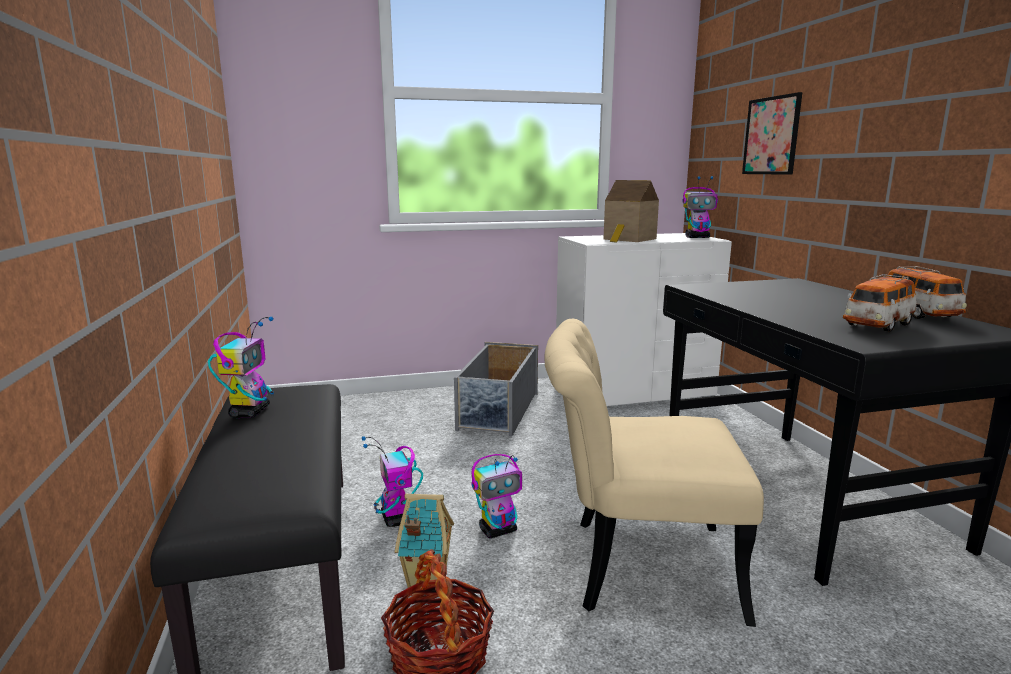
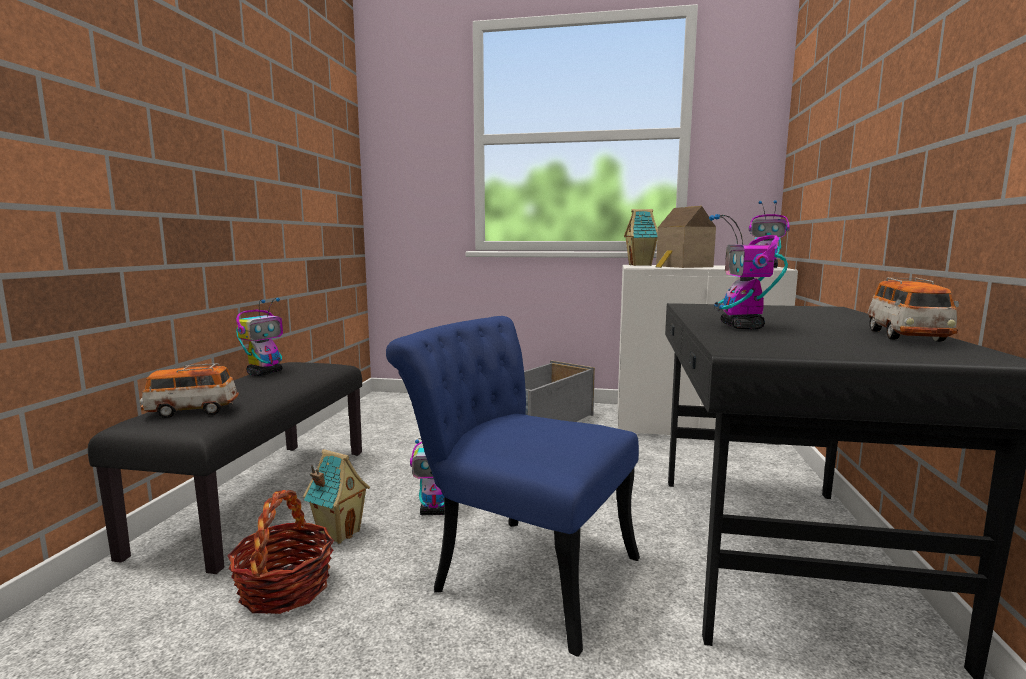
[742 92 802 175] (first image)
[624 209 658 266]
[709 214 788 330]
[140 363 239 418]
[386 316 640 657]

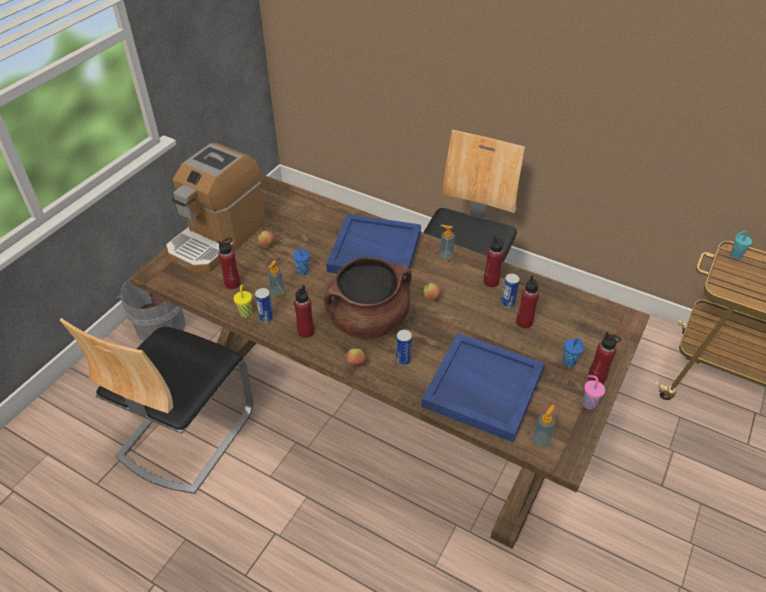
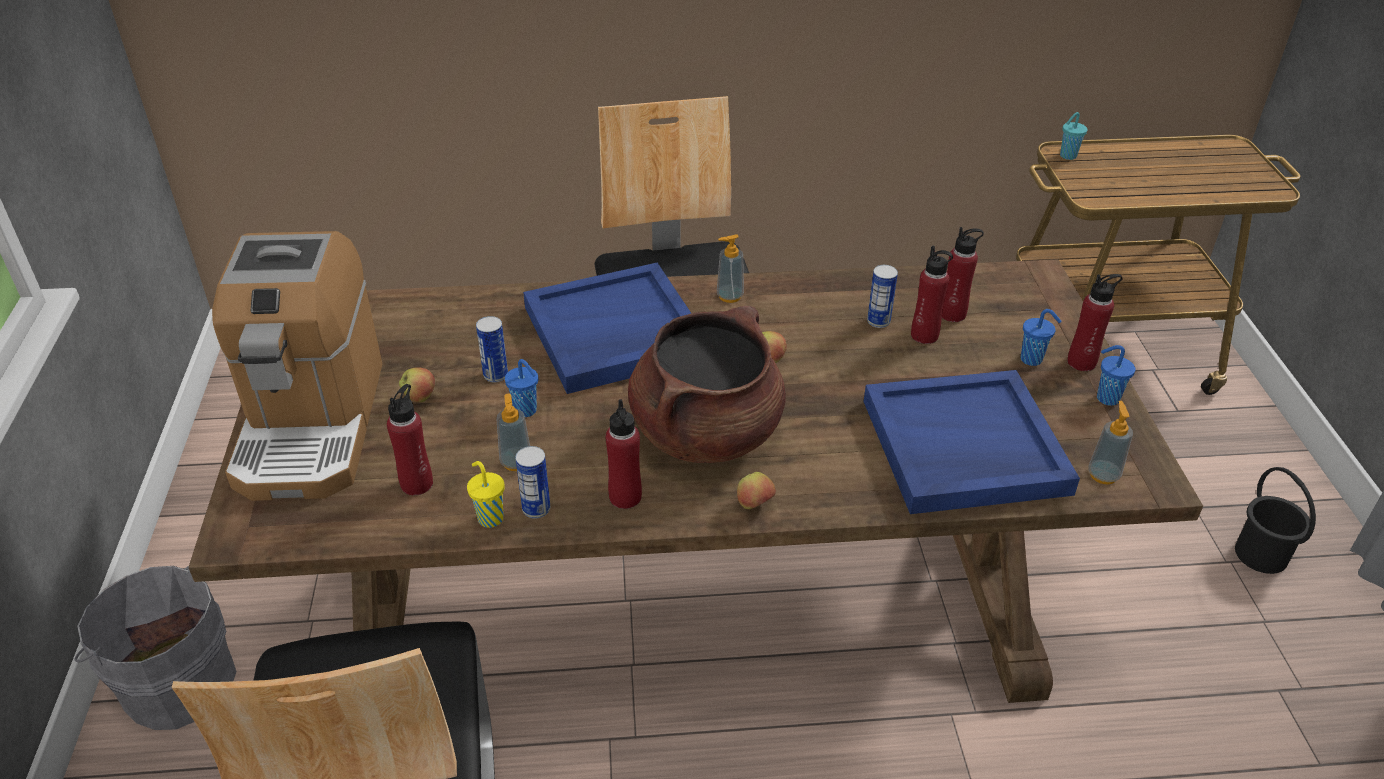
[1235 467 1316 574]
[476 316 508 382]
[942 227 984 322]
[1097 345 1136 406]

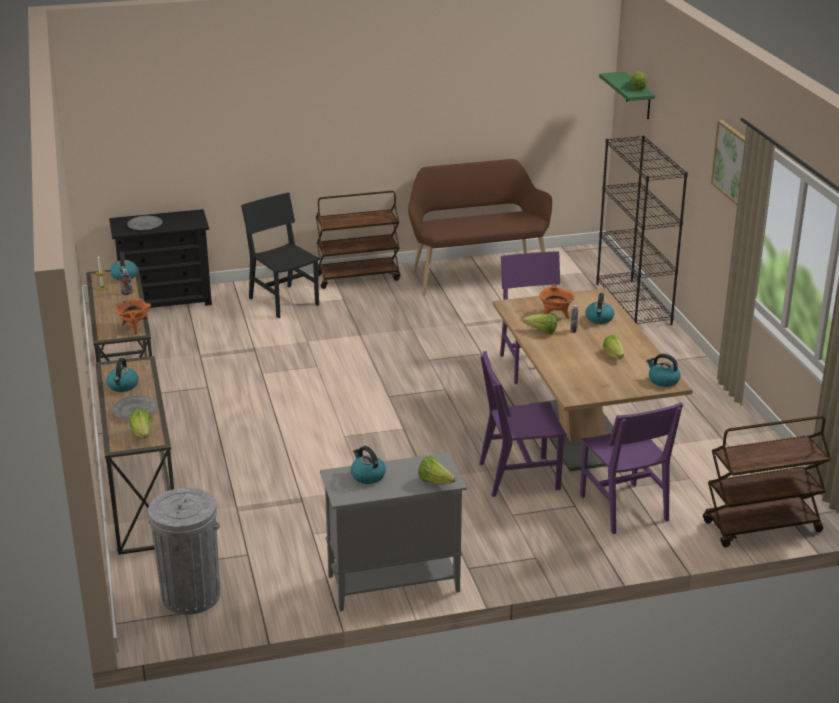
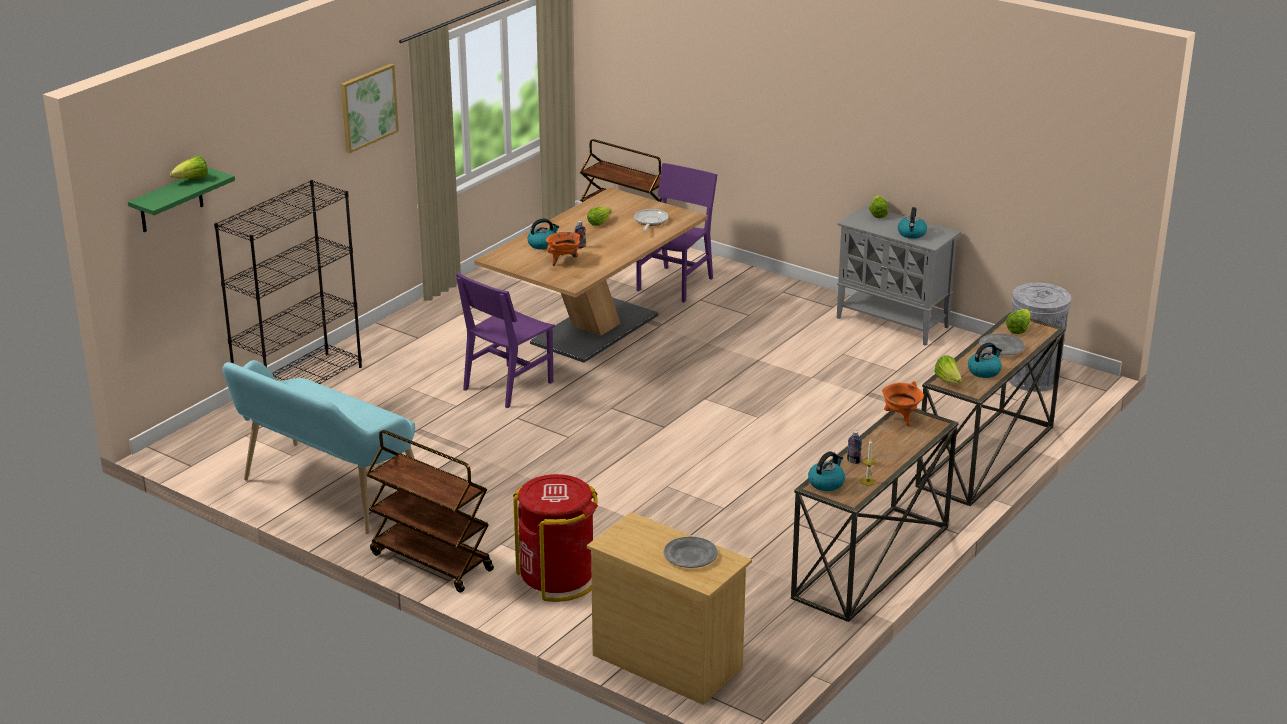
[479 351 567 497] (first image)
[647 354 680 387] (first image)
[634 209 669 231]
[934 355 963 384]
[513 474 598 602]
[587 512 752 705]
[223 360 415 534]

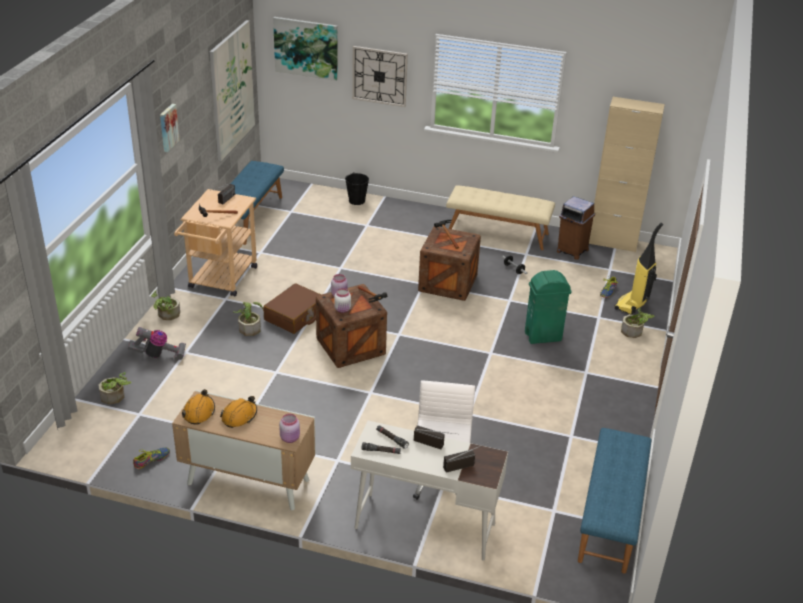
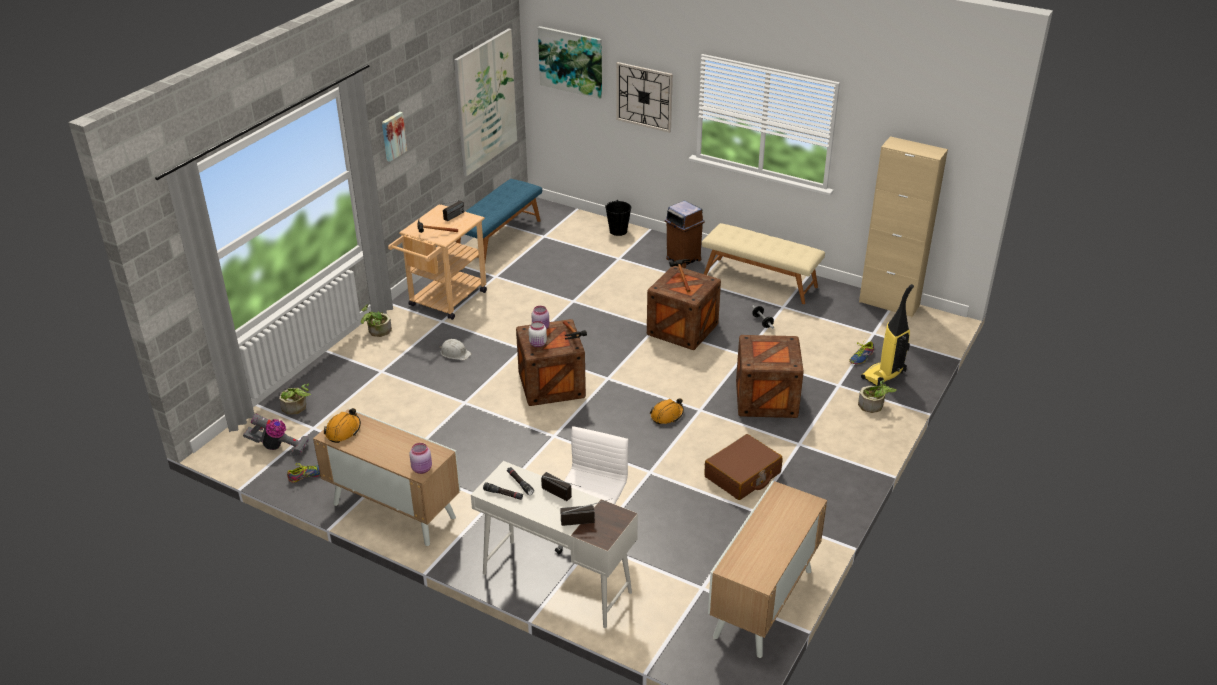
[243 414 309 456]
[650 398 684 424]
[704 434 782 500]
[665 201 705 268]
[439 339 471 360]
[736 335 804 418]
[708 481 827 658]

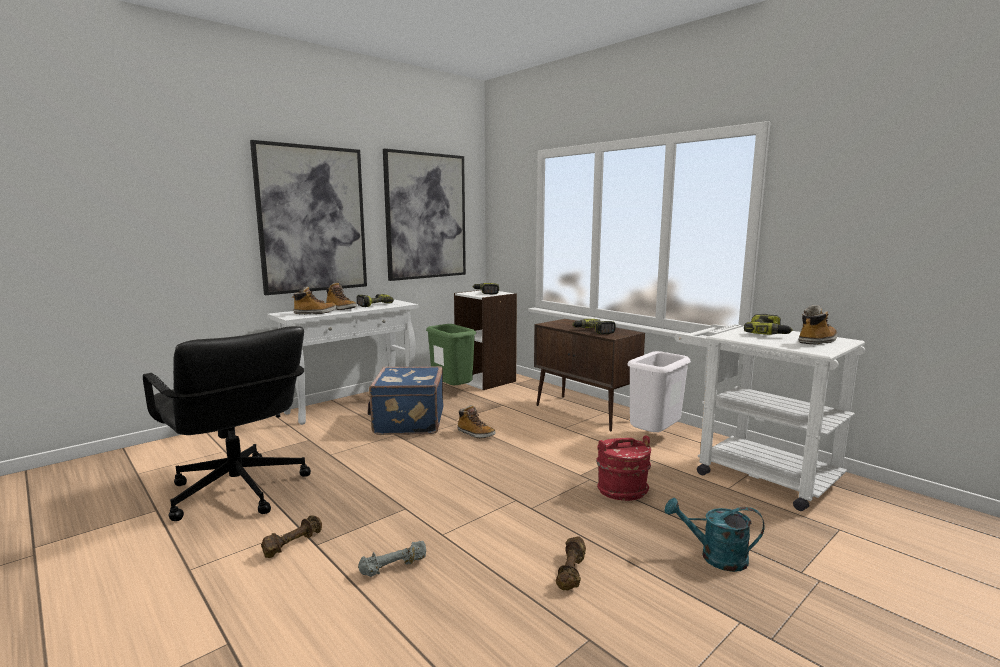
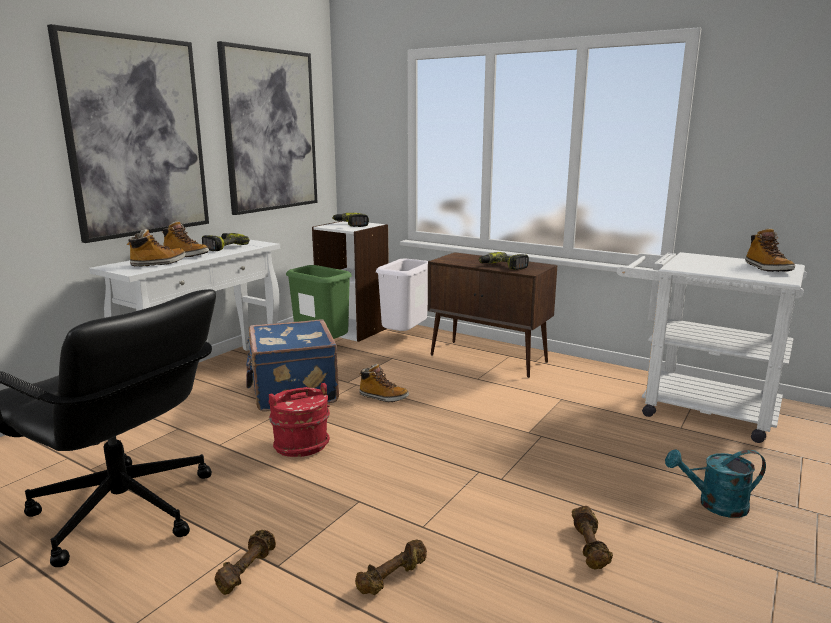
[744 314 793 335] (first image)
[269 383 330 457]
[376 259 428 331]
[355 540 427 595]
[745 228 795 272]

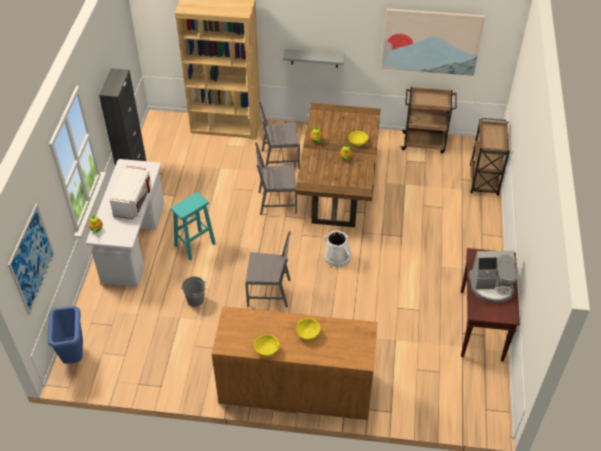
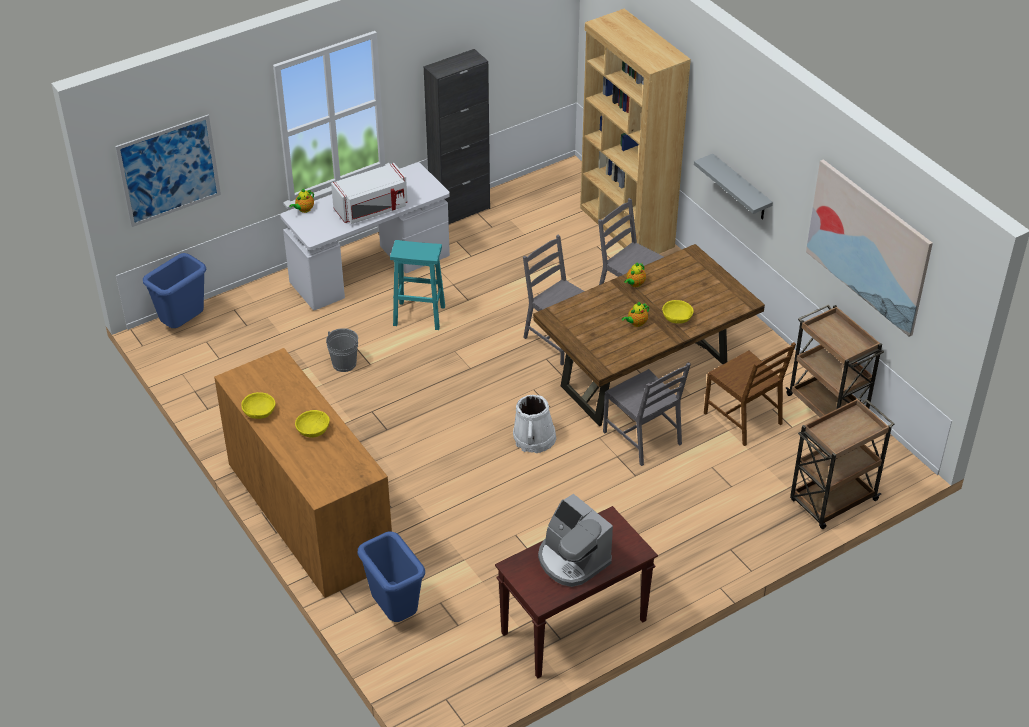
[358 532 425 622]
[704 342 796 446]
[603 362 691 466]

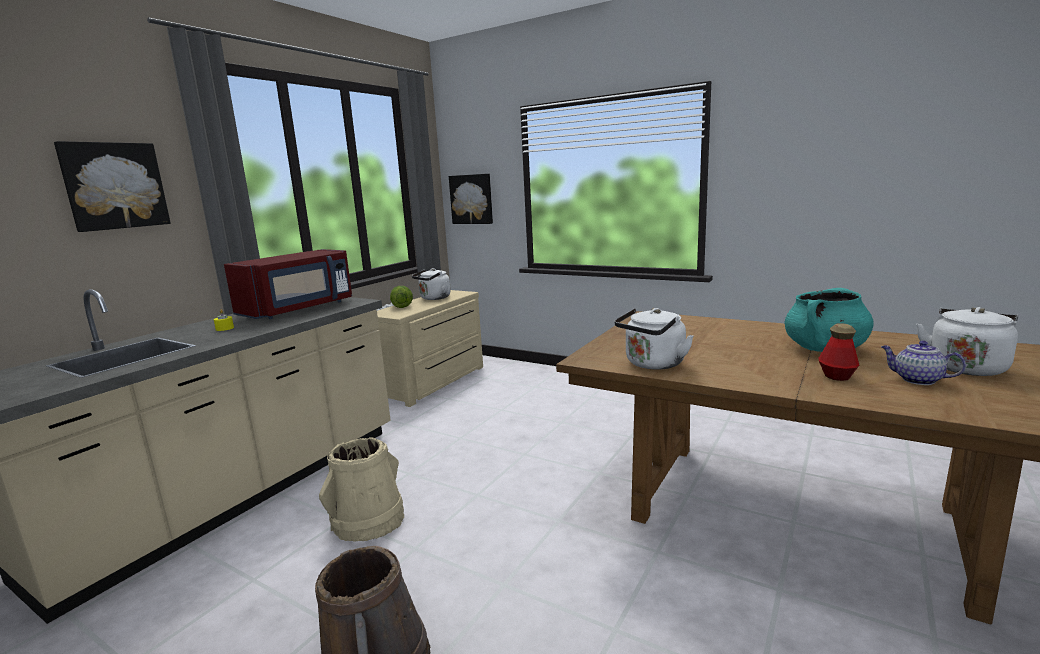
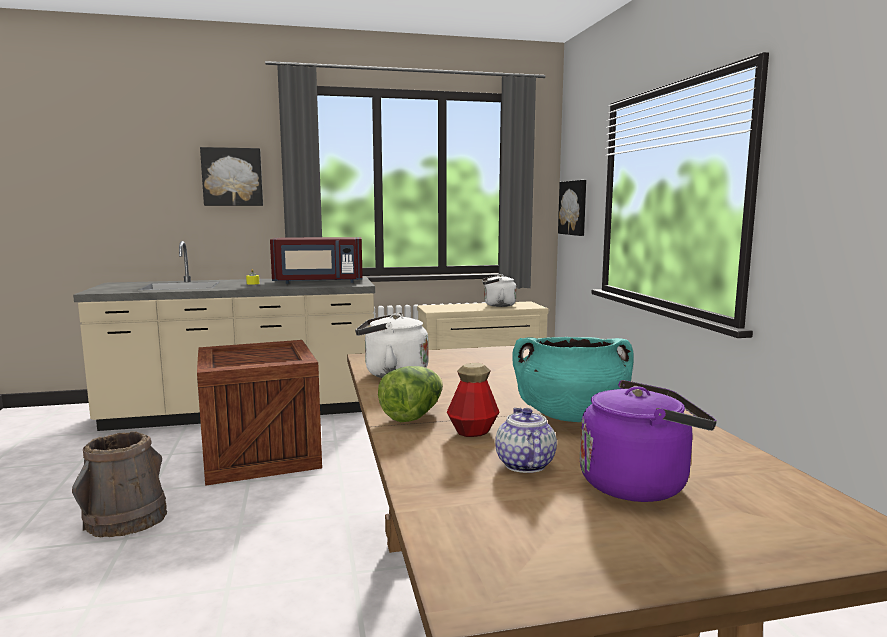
[378 366 443 422]
[197 340 322 486]
[580 380 717 502]

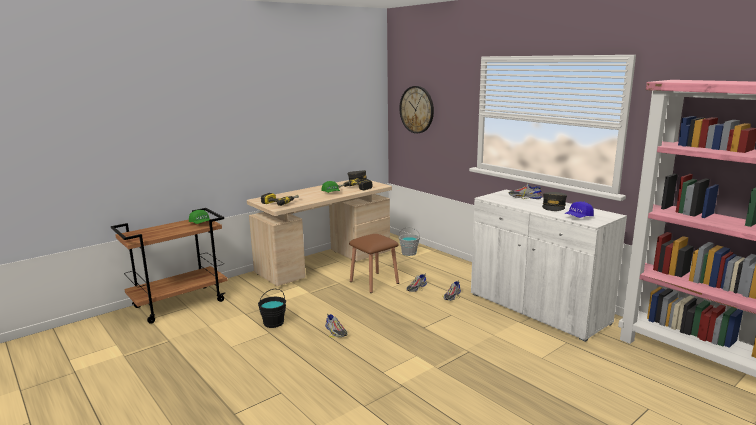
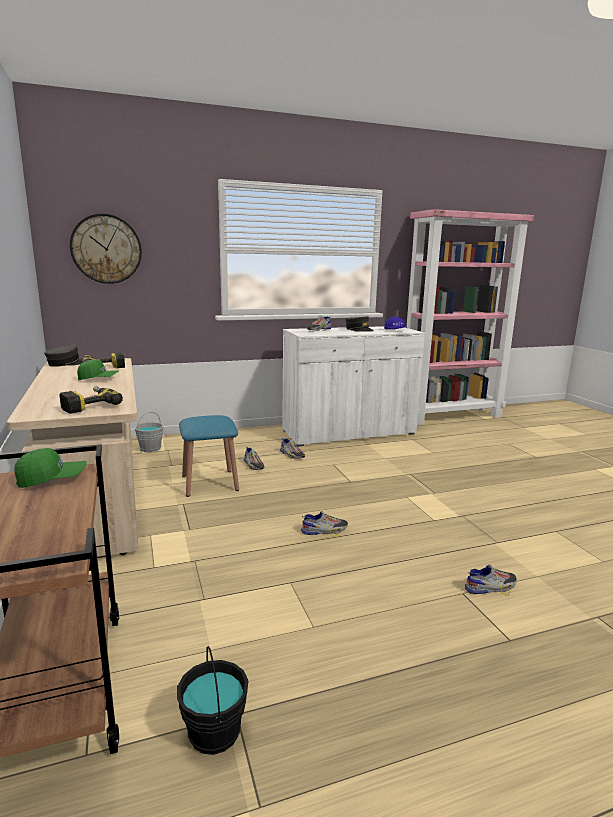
[465 564 517 596]
[177 646 248 755]
[179 415 239 497]

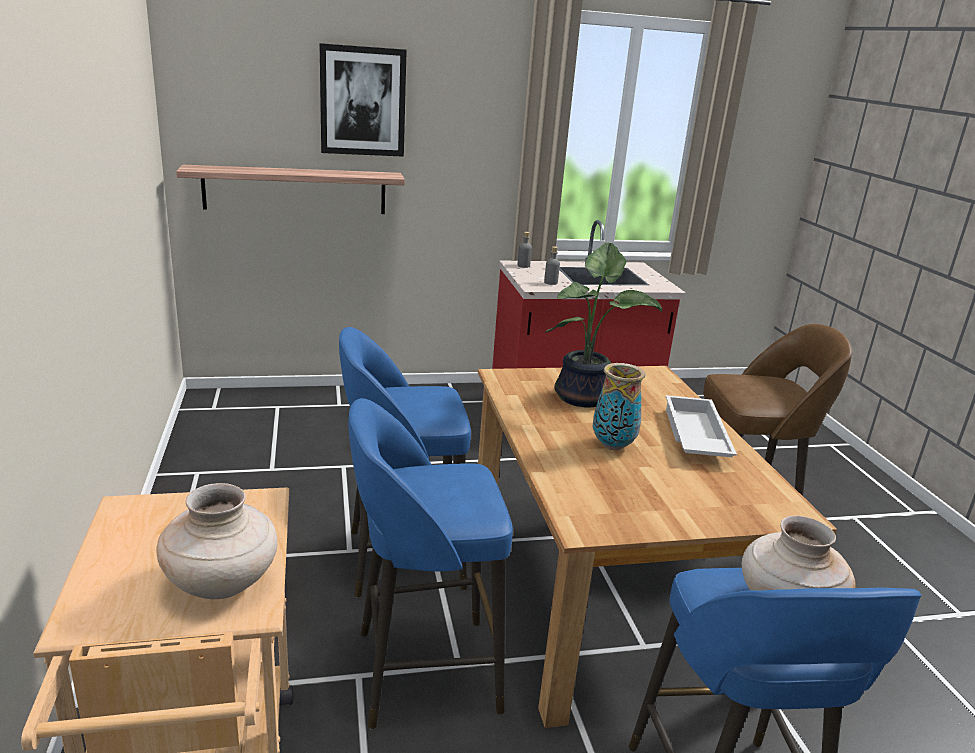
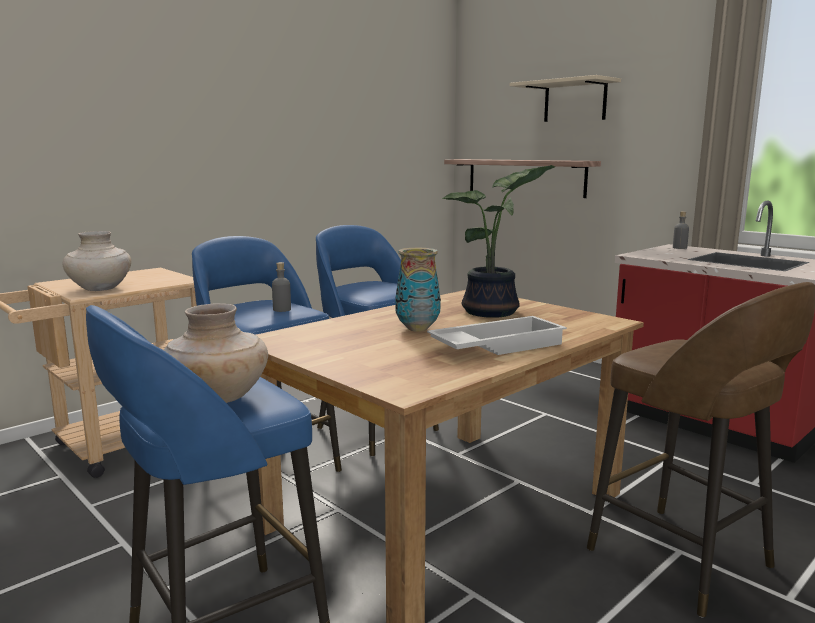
[272 262 291 312]
[509 75 621 122]

